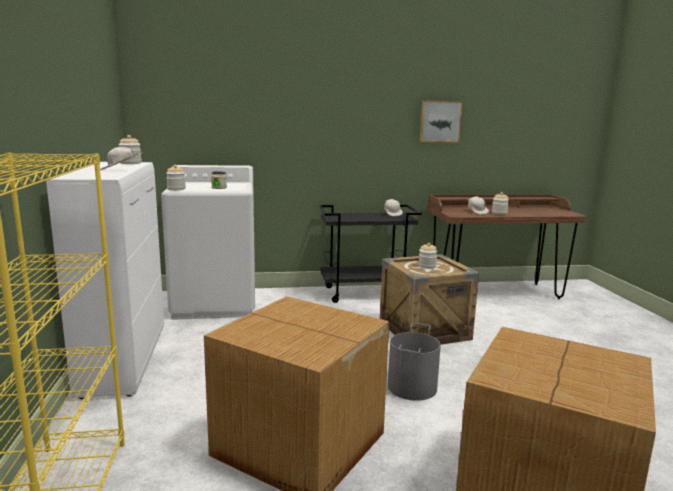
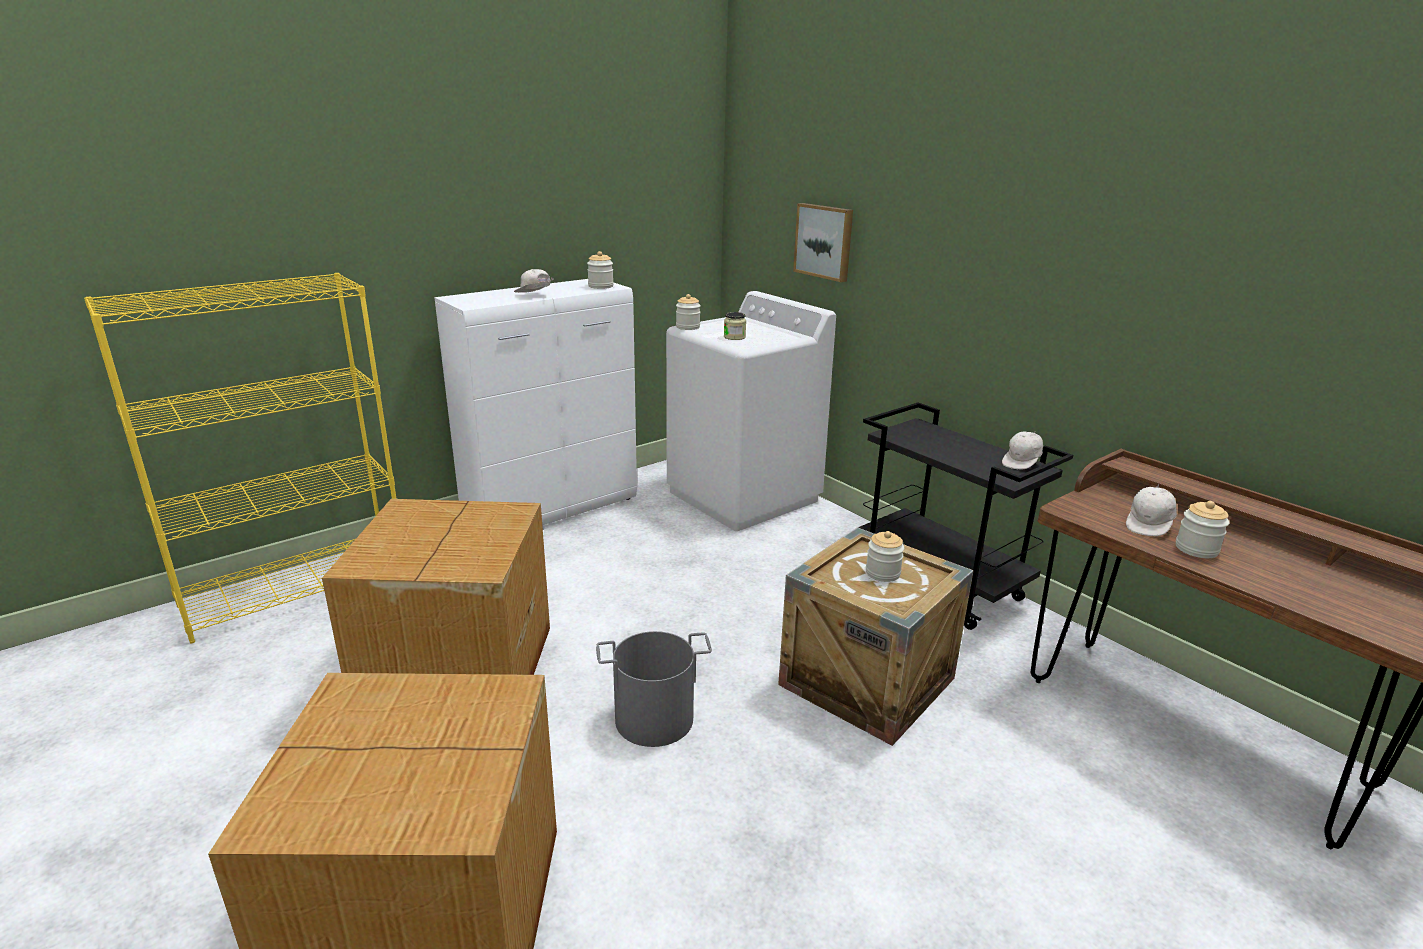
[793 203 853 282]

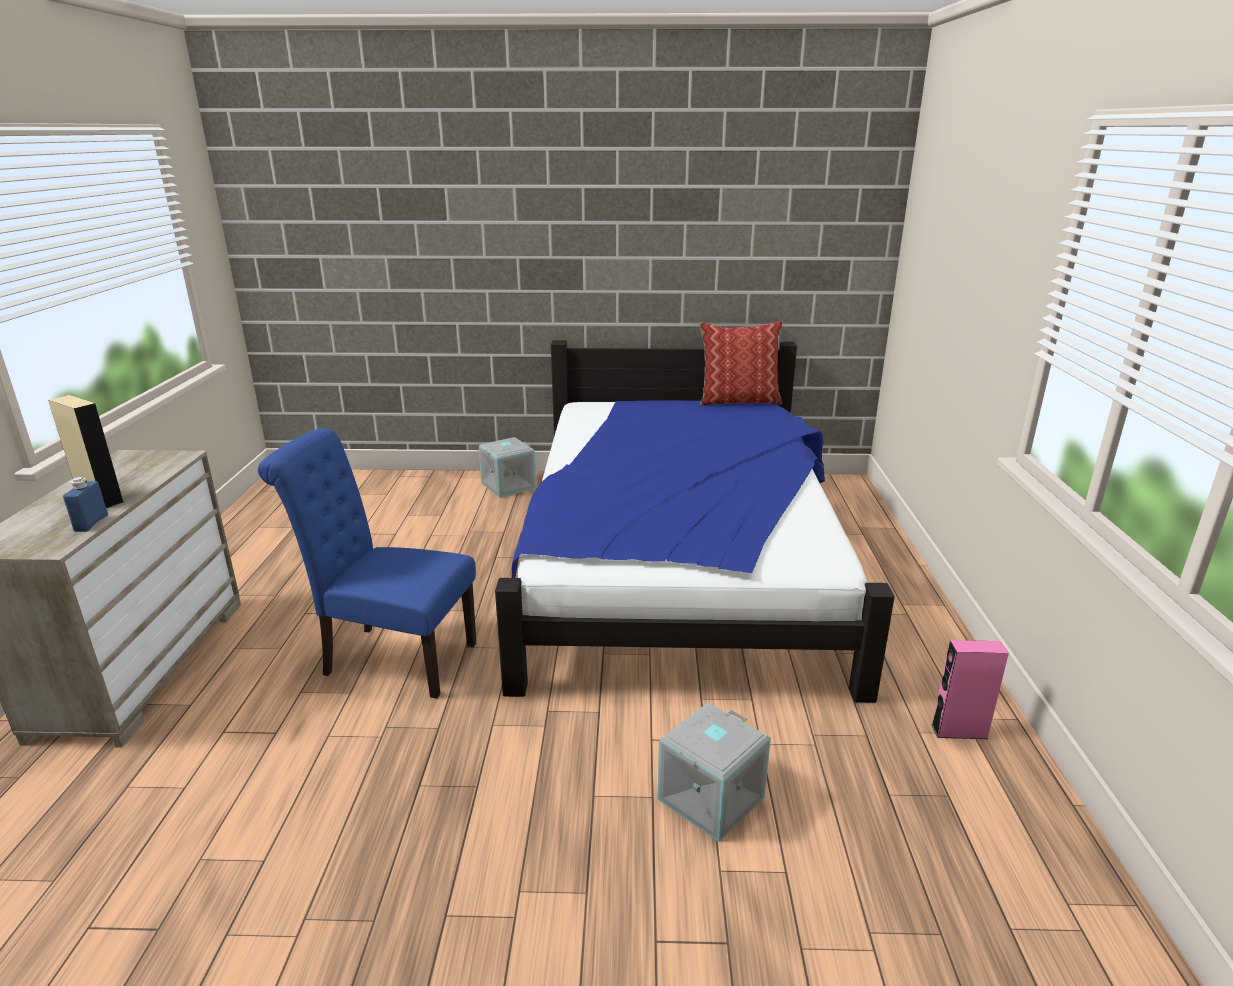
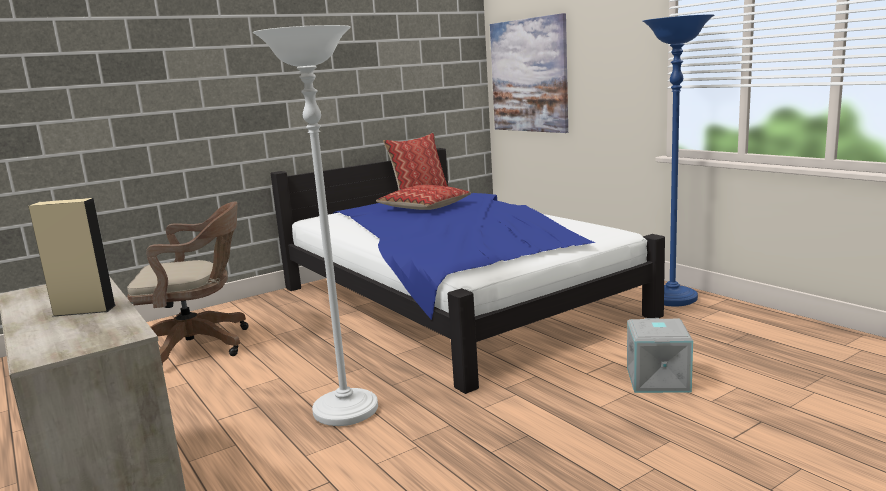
[63 477 108 532] (first image)
[479 437 536 498] (first image)
[931 640 1009 739] (first image)
[127 201 249 365]
[376 185 471 210]
[490 13 568 133]
[642 14 714 306]
[253 25 378 426]

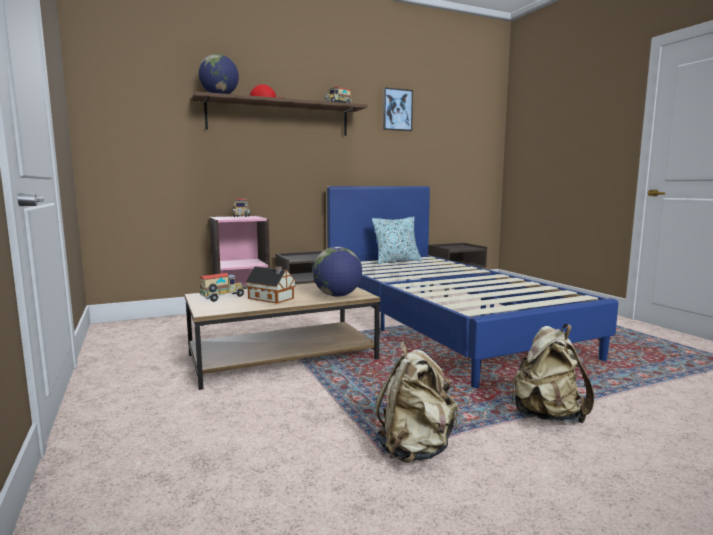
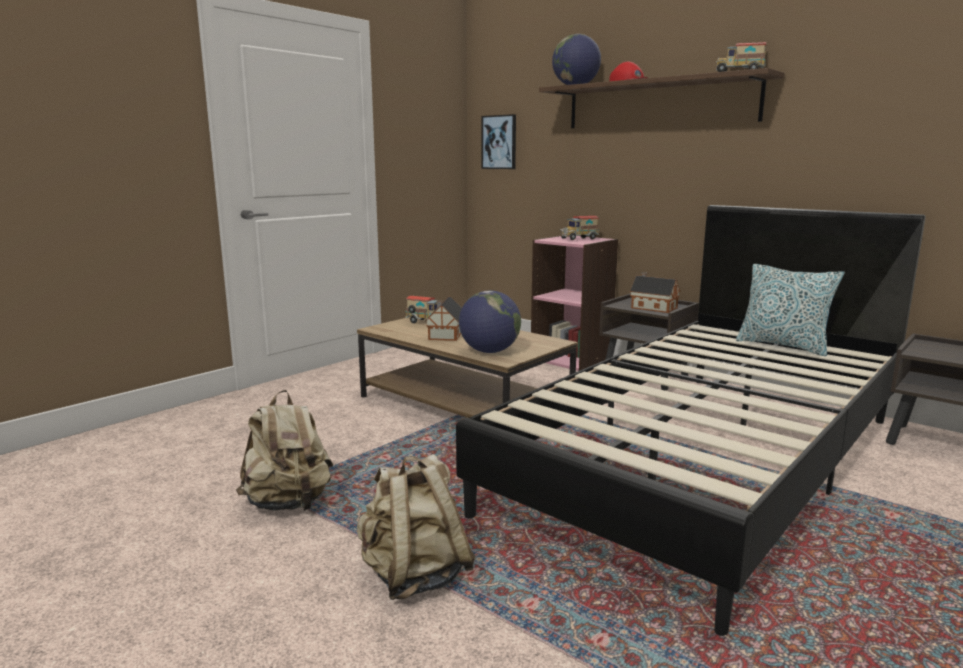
[630 272 680 313]
[481 114 516 169]
[456 205 926 636]

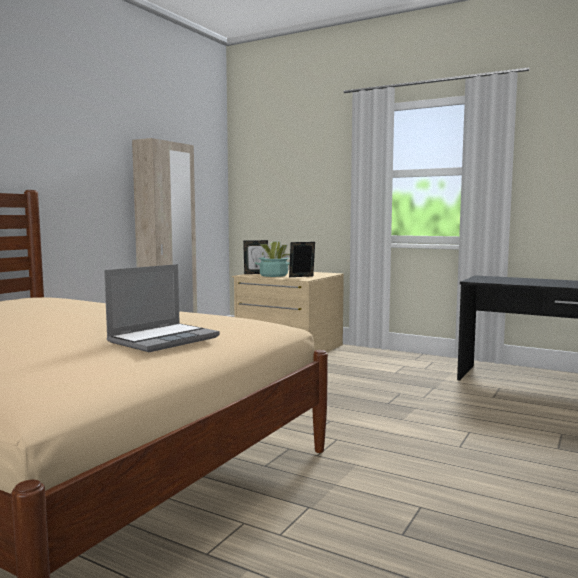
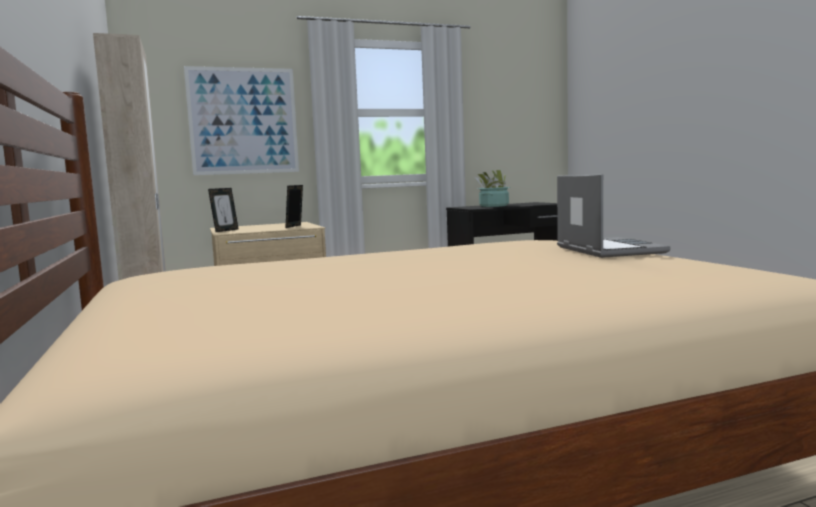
[184 66 299 175]
[474 170 510 207]

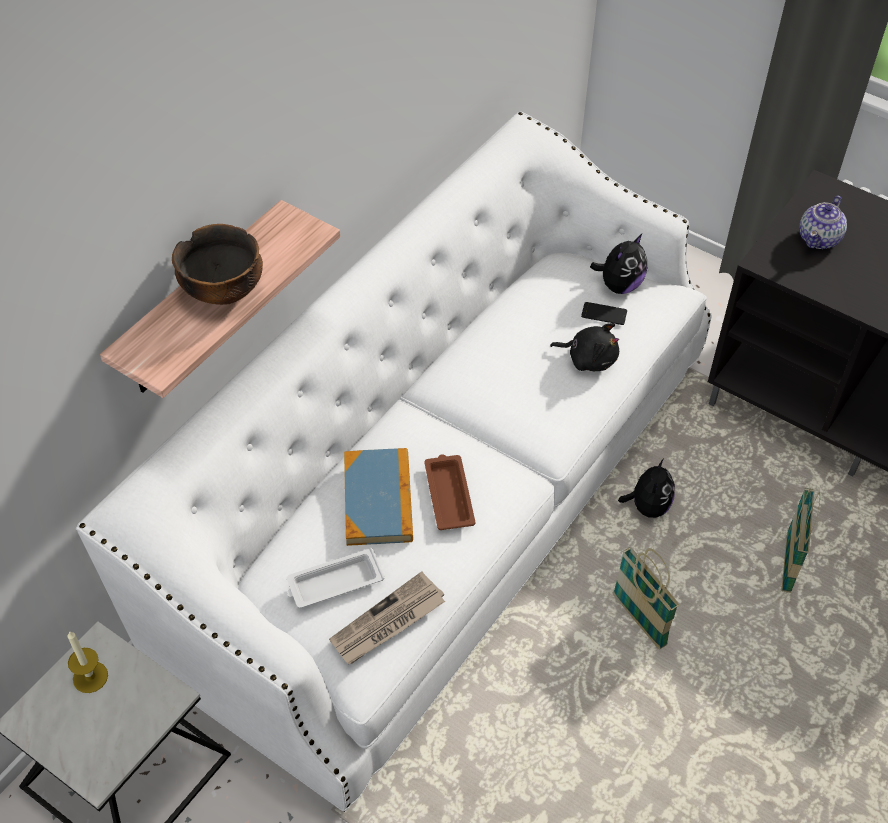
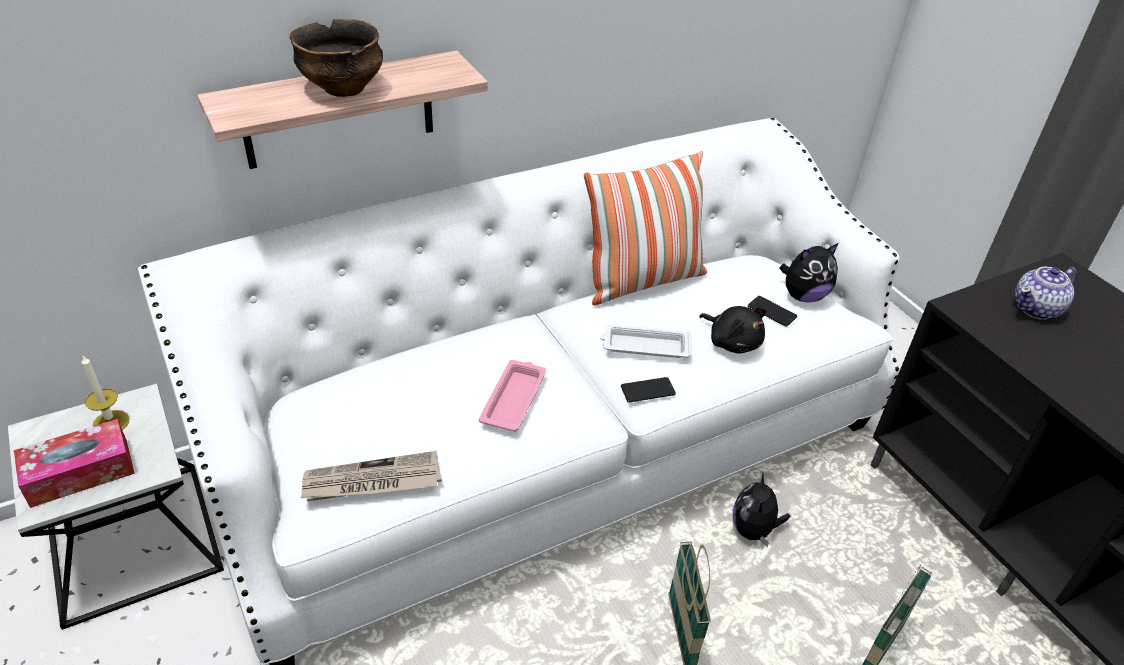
[344 448 413 546] (first image)
[14 419 135 508]
[584 151 707 305]
[621 377 676 402]
[600 324 692 358]
[479 360 546 432]
[733 472 790 547]

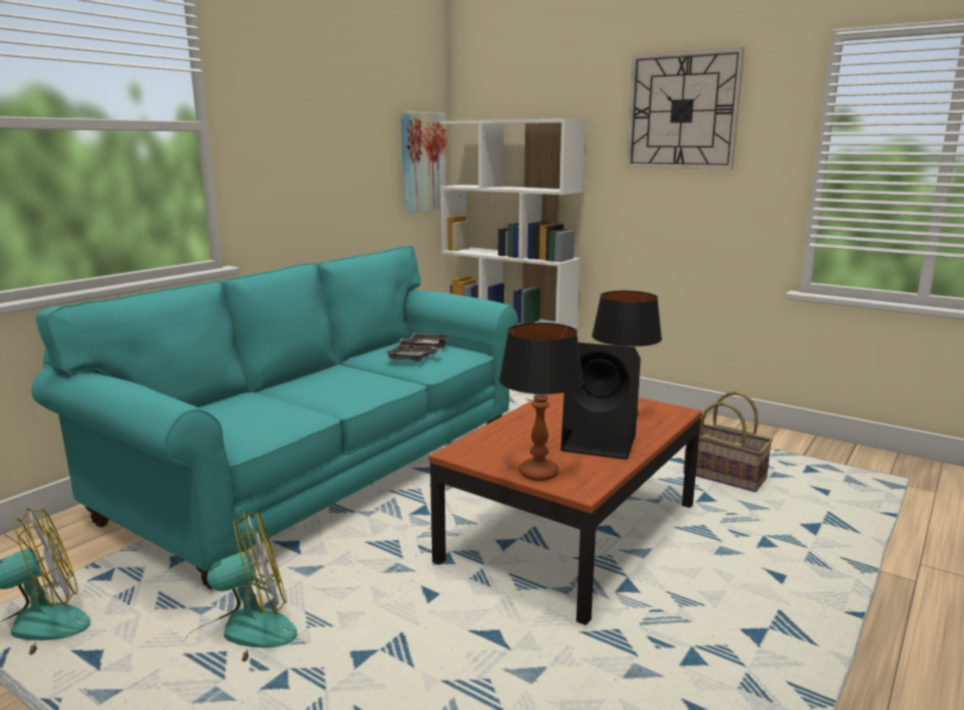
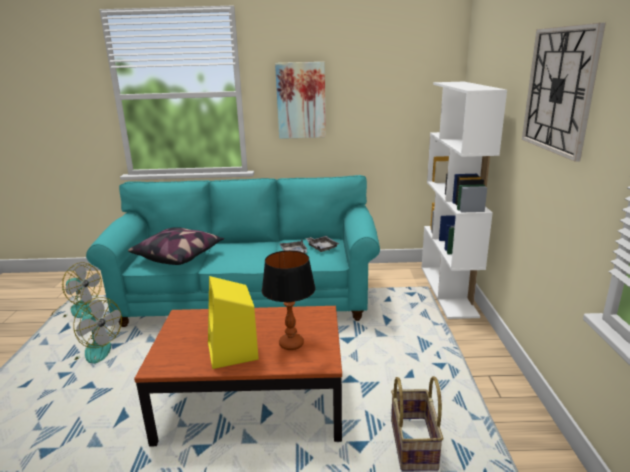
[499 323 584 481] (first image)
[128 227 224 265]
[275 62 326 139]
[208 276 259 369]

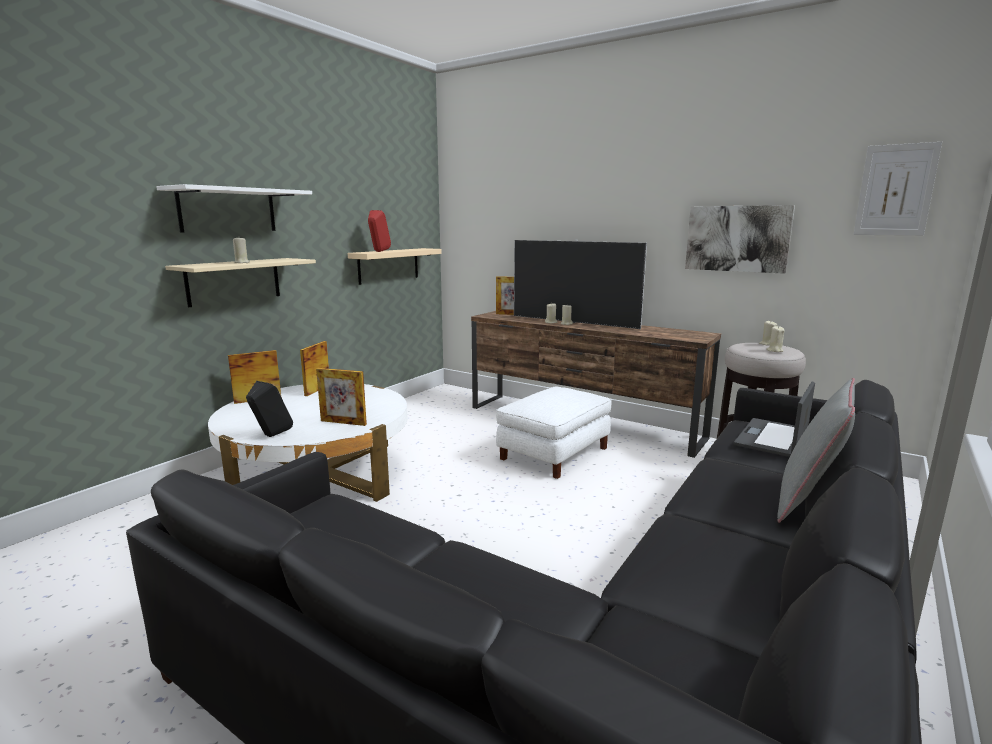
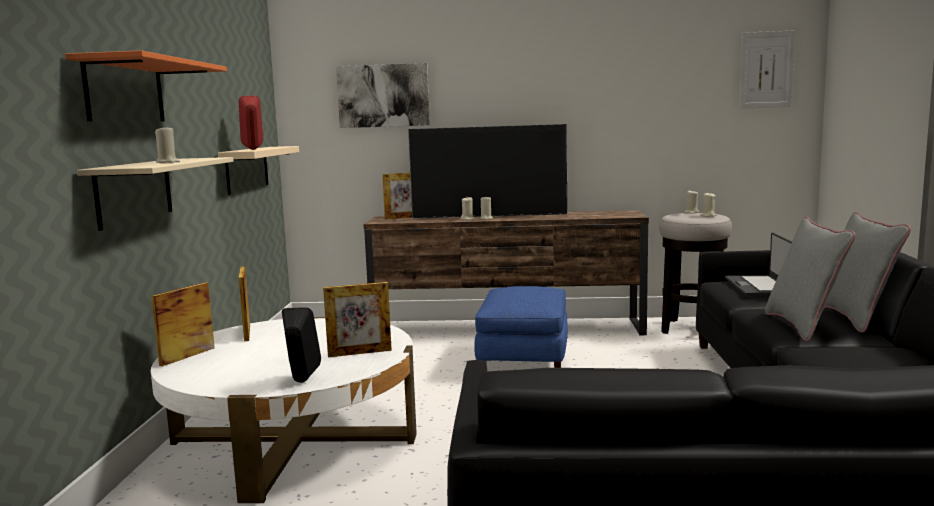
[765 217 855 341]
[336 63 430 128]
[65 50 227 121]
[474 286 568 368]

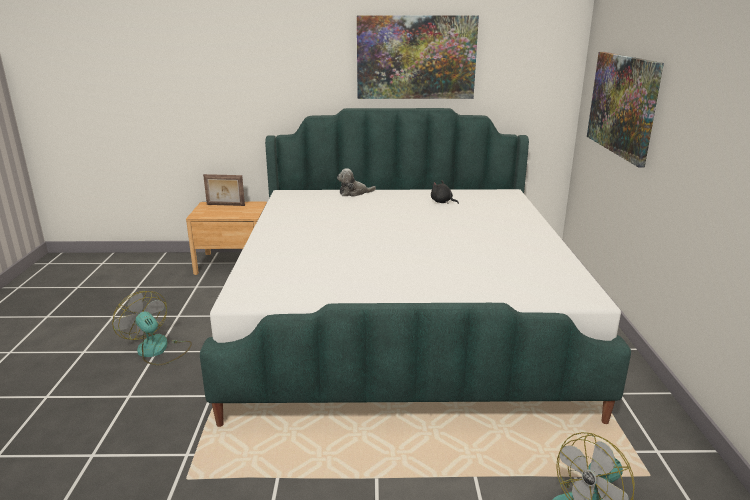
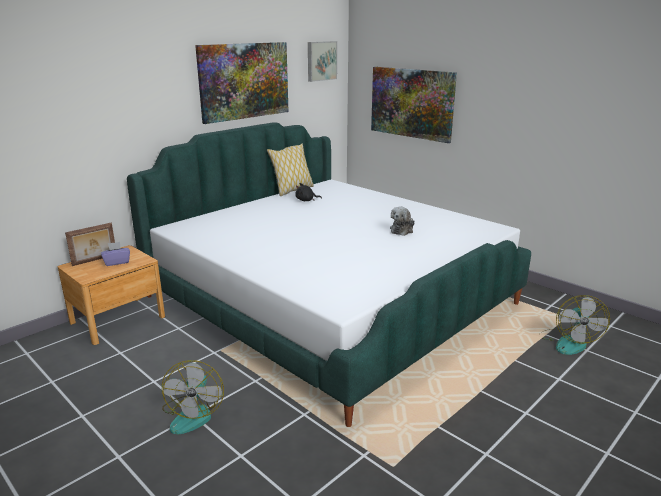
[101 242 130 266]
[267 143 314 196]
[308 41 337 82]
[390 207 415 236]
[162 360 224 434]

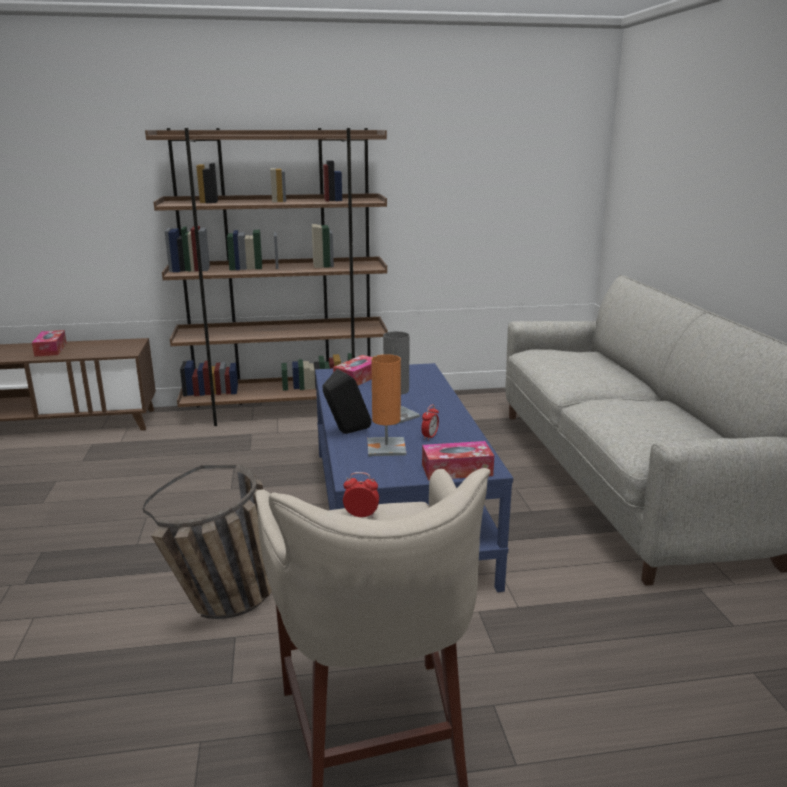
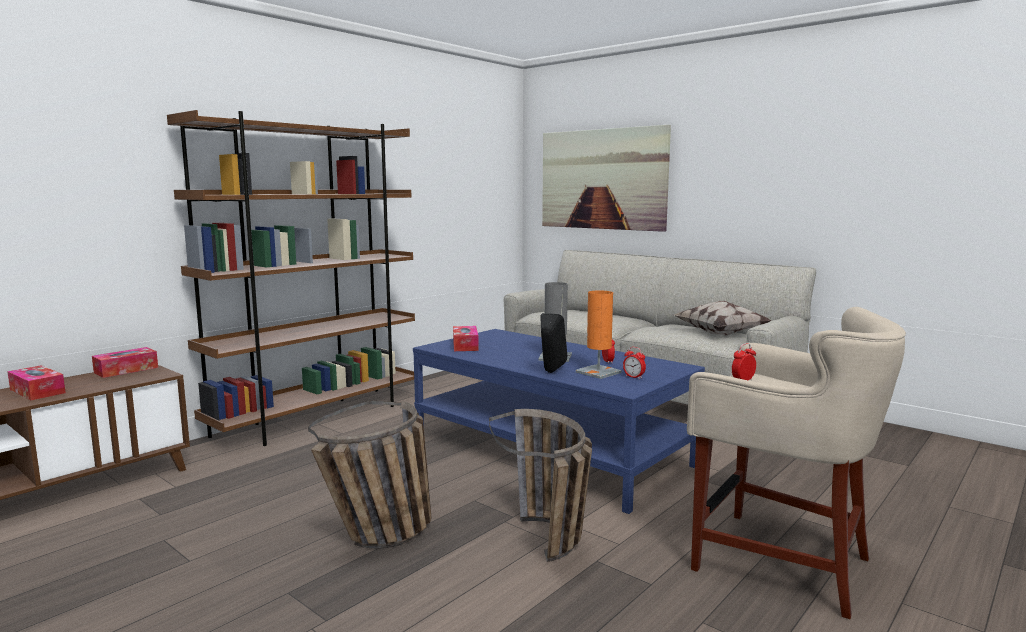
[308 401 431 548]
[542 125 671 232]
[623 347 646 379]
[674 301 771 336]
[92 347 158 378]

